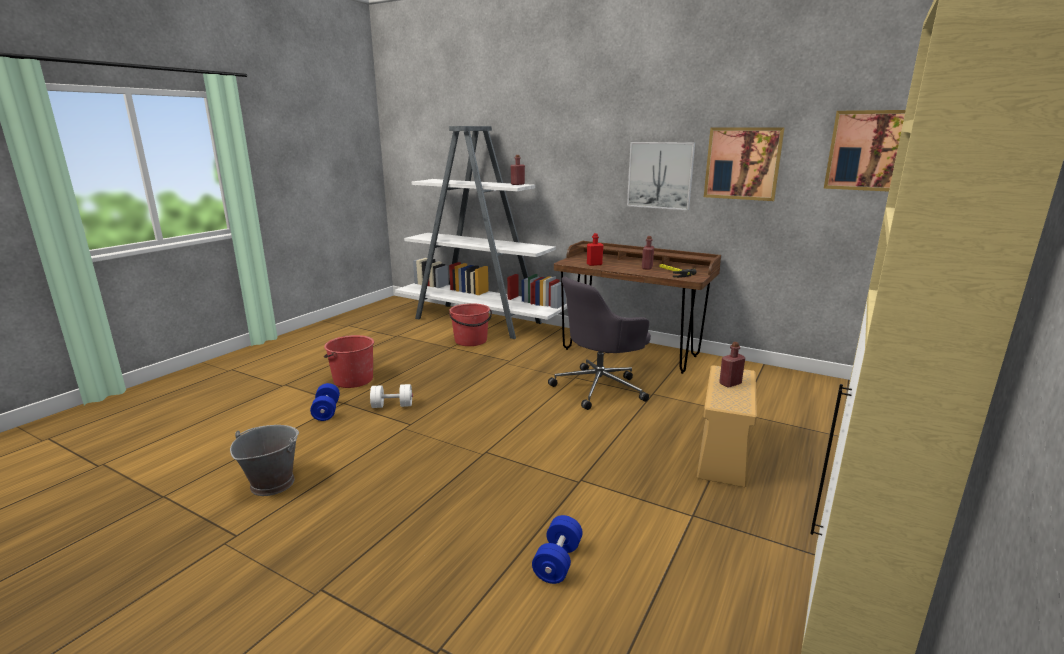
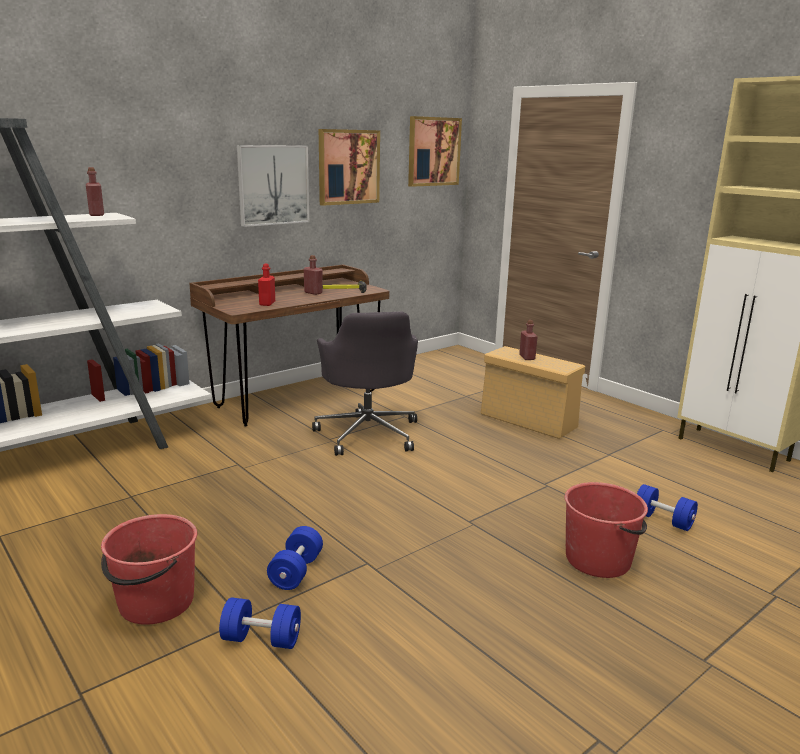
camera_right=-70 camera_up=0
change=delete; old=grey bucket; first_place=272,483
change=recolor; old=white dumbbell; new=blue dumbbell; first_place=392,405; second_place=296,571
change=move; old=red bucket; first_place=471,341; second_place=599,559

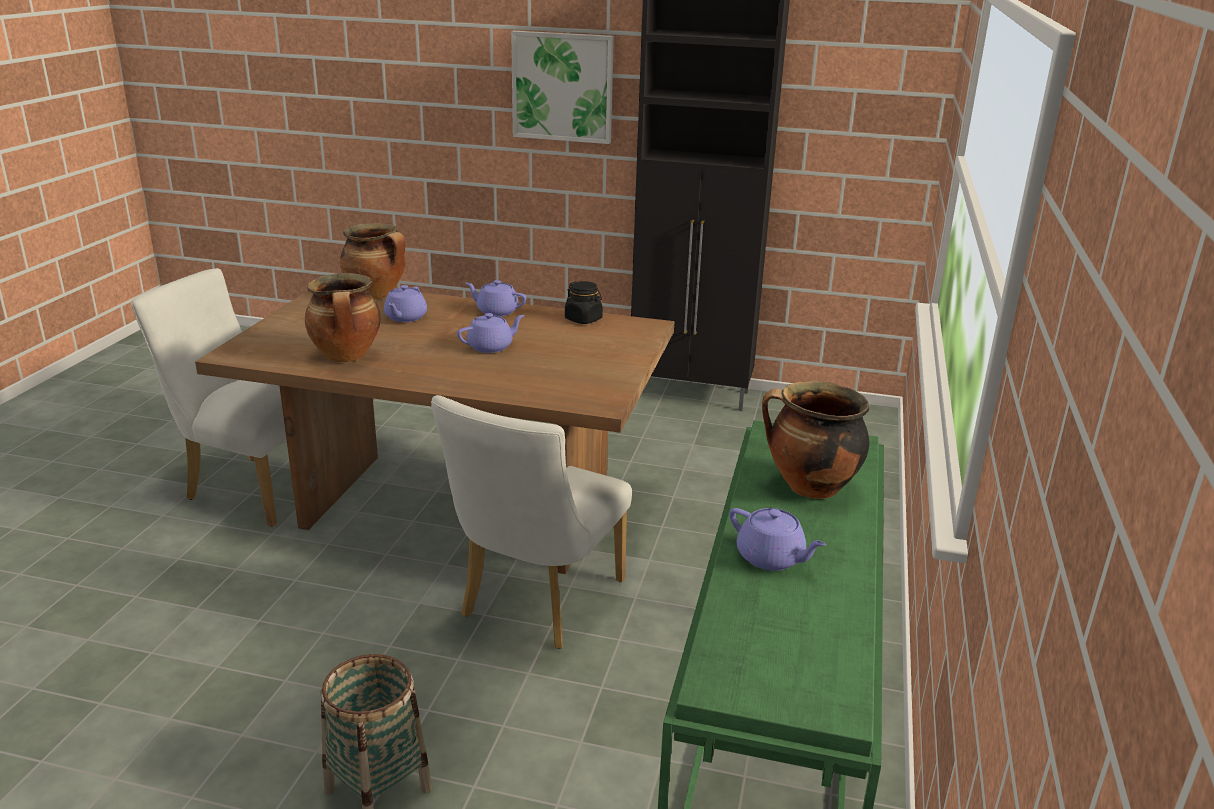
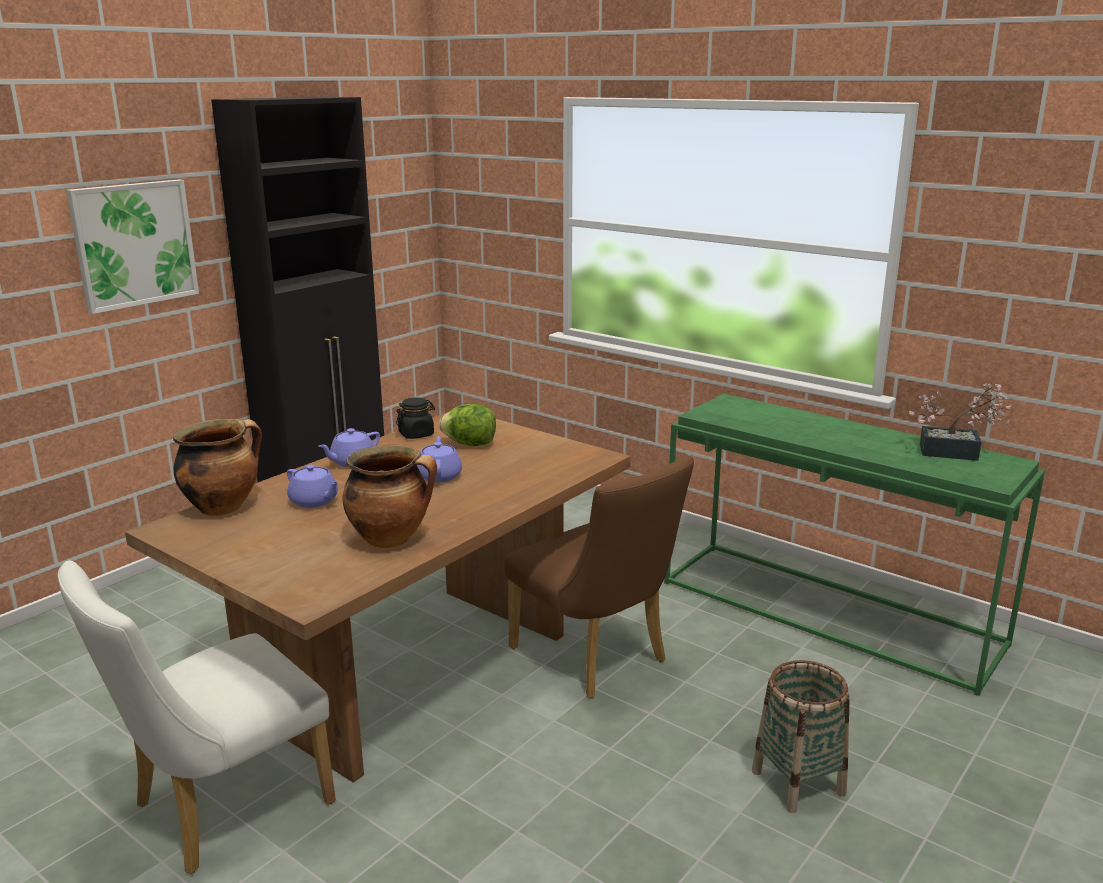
camera_right=-65 camera_up=-5
change=recolor; old=white chair; new=brown chair; first_place=536,604; second_place=596,659
change=delete; old=purple teapot; first_place=771,558
change=delete; old=cooking pot; first_place=809,488
change=insert; new=lettuce; second_place=470,444
change=insert; new=potted plant; second_place=956,453

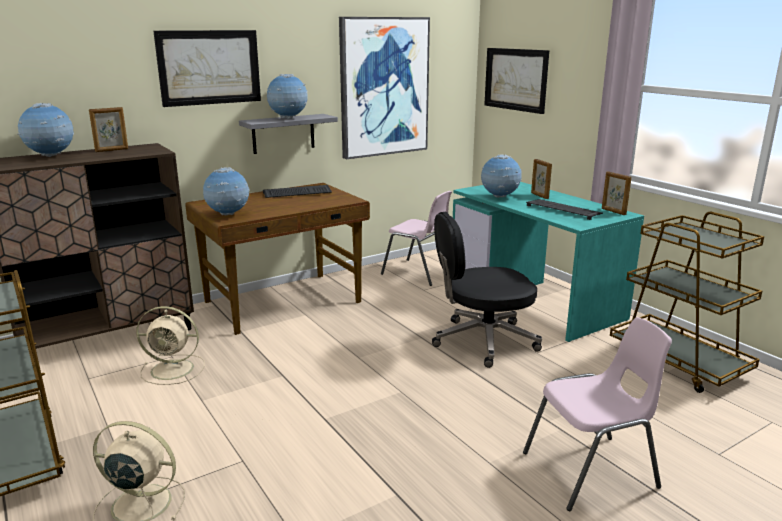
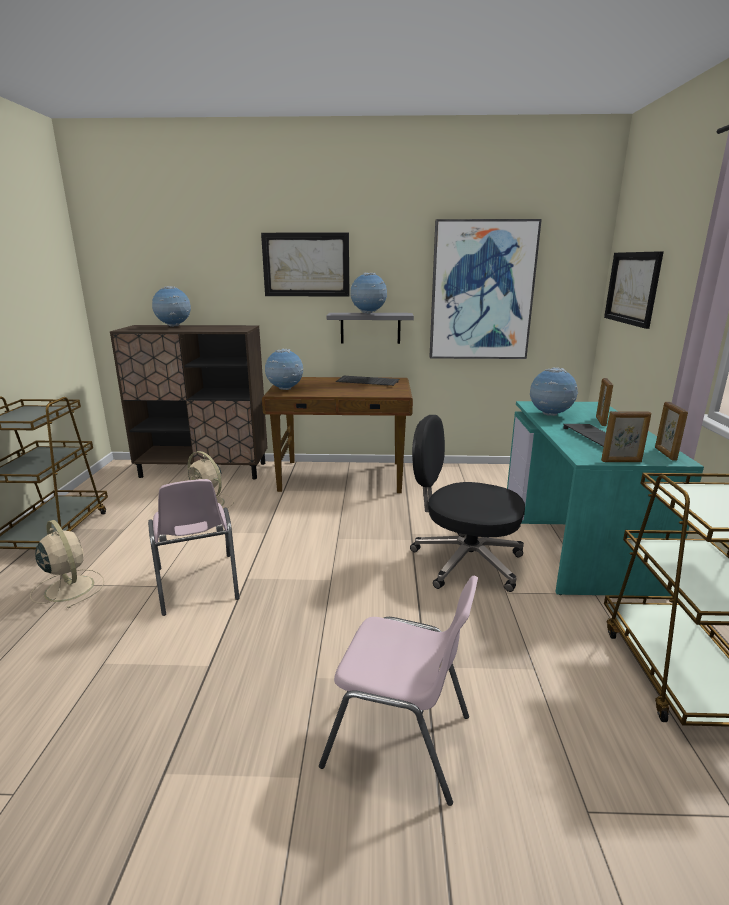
camera_right=35 camera_up=0
change=move; old=picture frame; first_place=112,150; second_place=621,461
change=move; old=pink chair; first_place=419,273; second_place=197,584

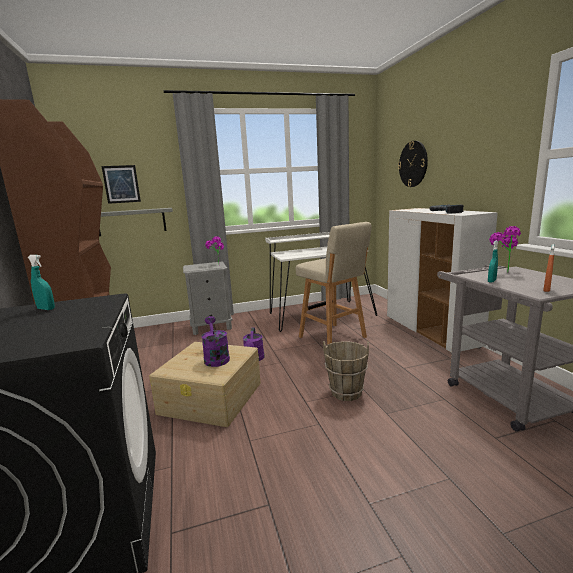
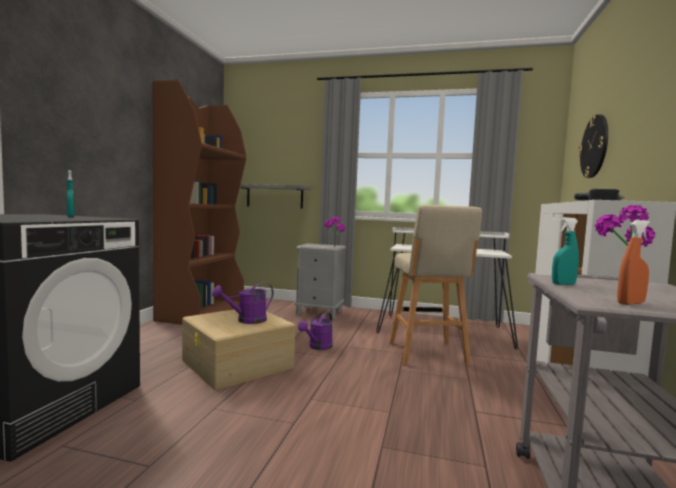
camera_right=30 camera_up=-10
change=delete; old=picture; first_place=121,184
change=rotate; old=purple watering can; first_place=216,358; second_place=246,320; degrees=-135
change=delete; old=brown bucket; first_place=346,392

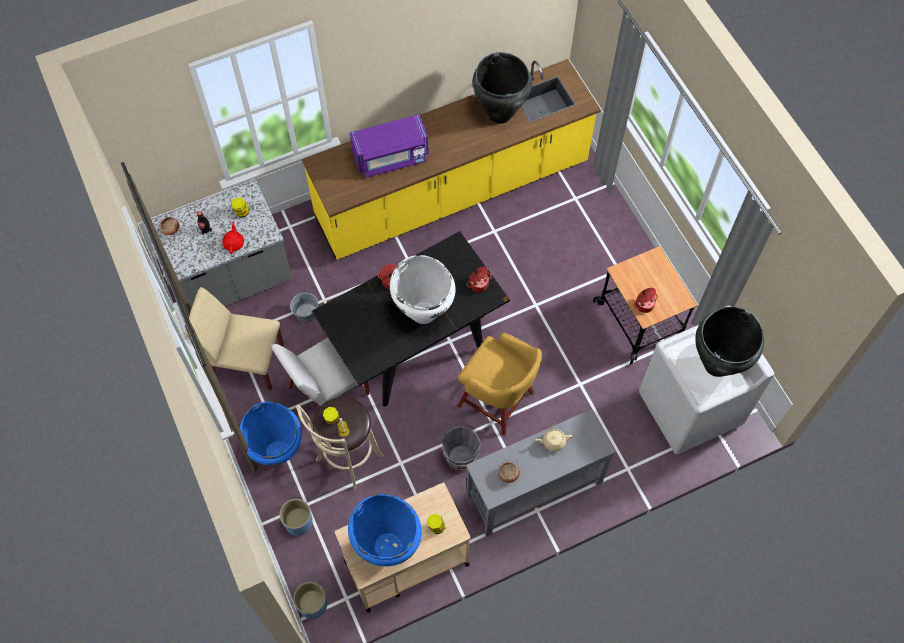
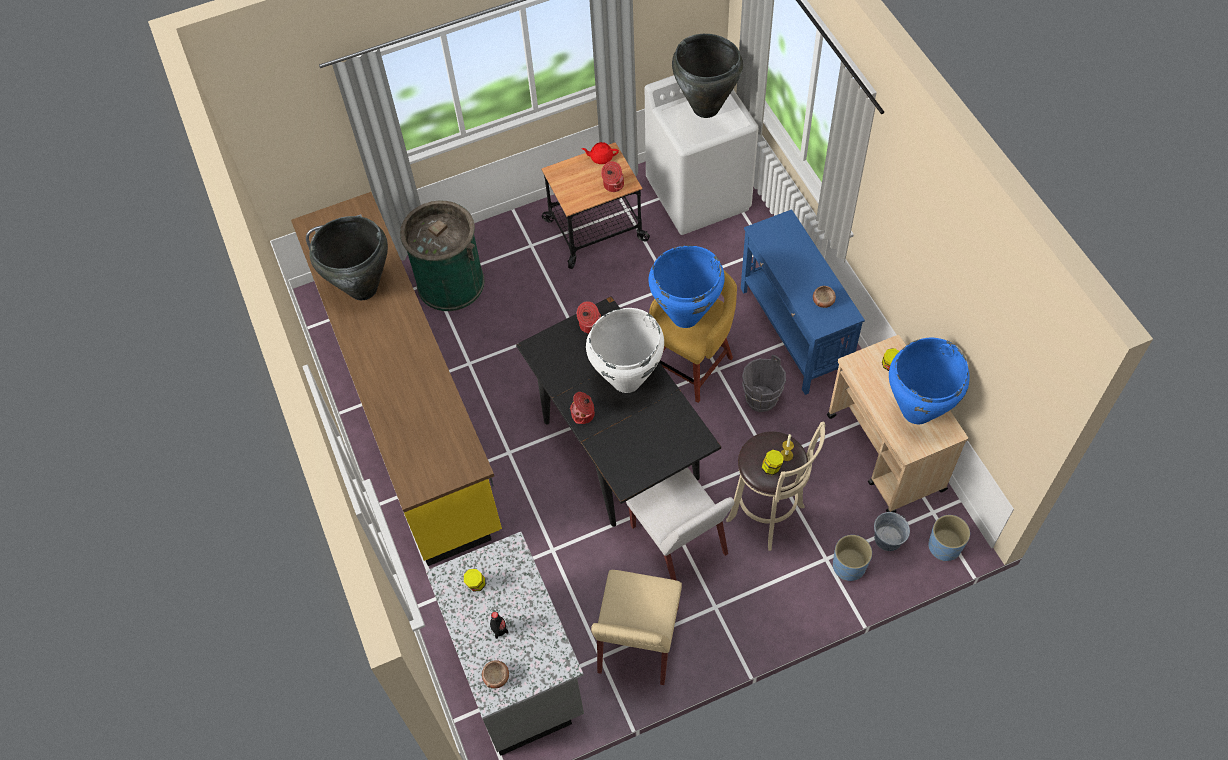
camera_right=-85 camera_up=-5
change=move; old=red teapot; first_place=234,243; second_place=601,158
change=move; old=blue vase; first_place=278,452; second_place=685,316
change=move; old=grey bucket; first_place=306,313; second_place=887,538
change=delete; old=purple microwave; first_place=391,157
change=recolor; old=grey console table; new=blue console table; first_place=533,489; second_place=793,332
change=delete; old=beige teapot; first_place=553,442
change=insert; new=green trash can; second_place=450,283

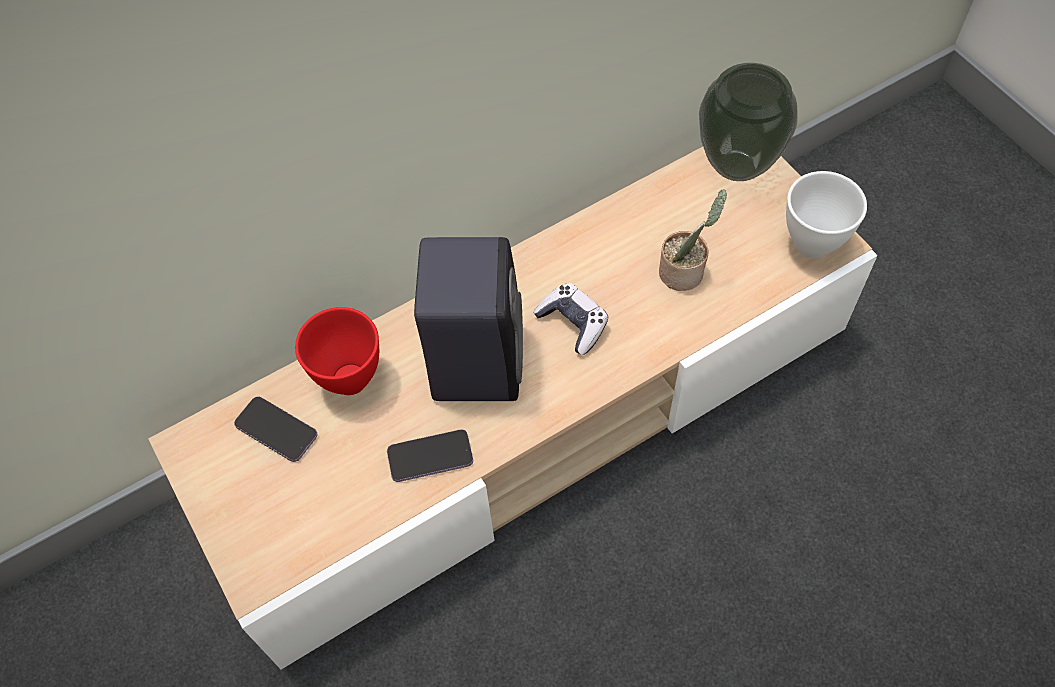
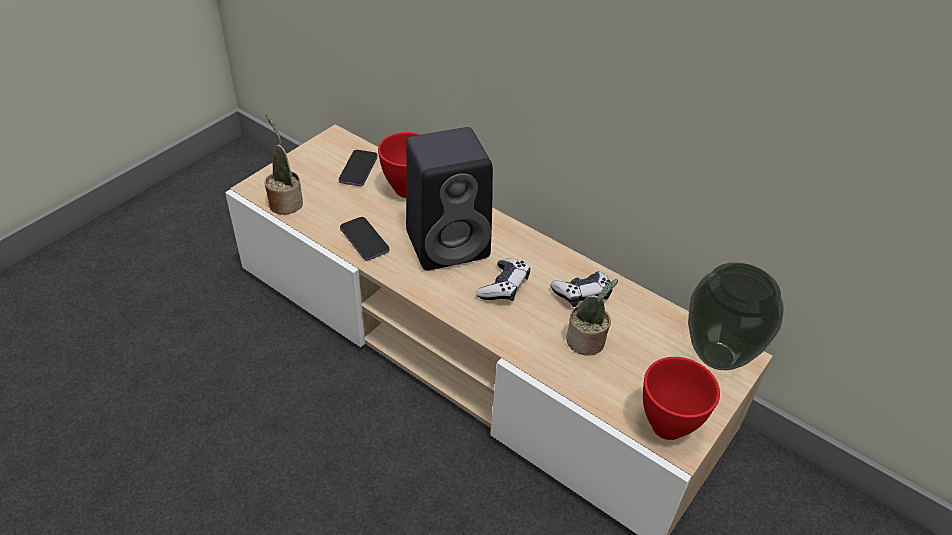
camera_right=65 camera_up=-15
change=recolor; old=white bowl; new=red bowl; first_place=814,244; second_place=668,428
change=insert; new=potted plant; second_place=285,202
change=insert; new=game controller; second_place=582,294

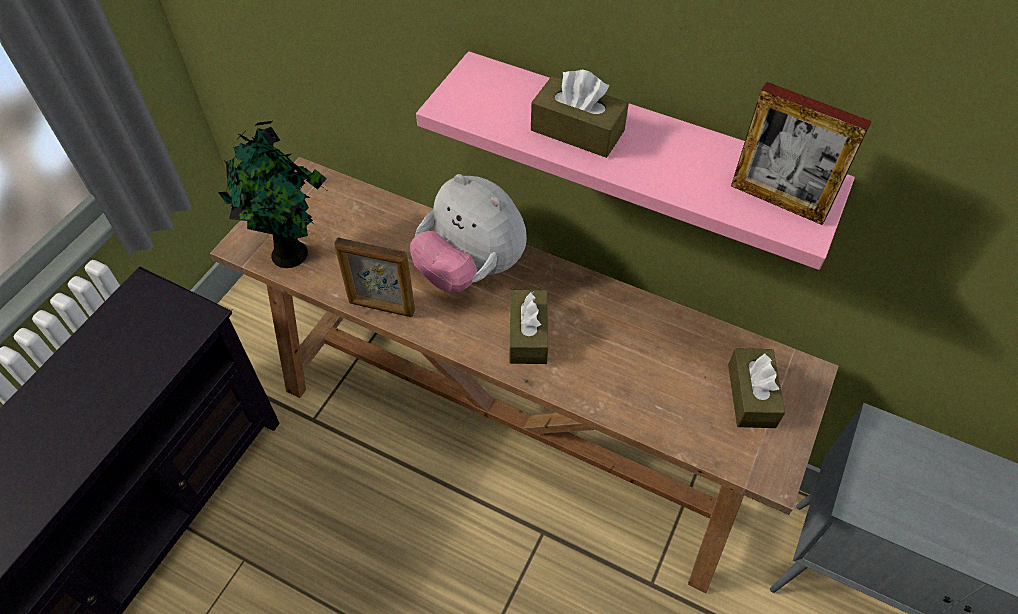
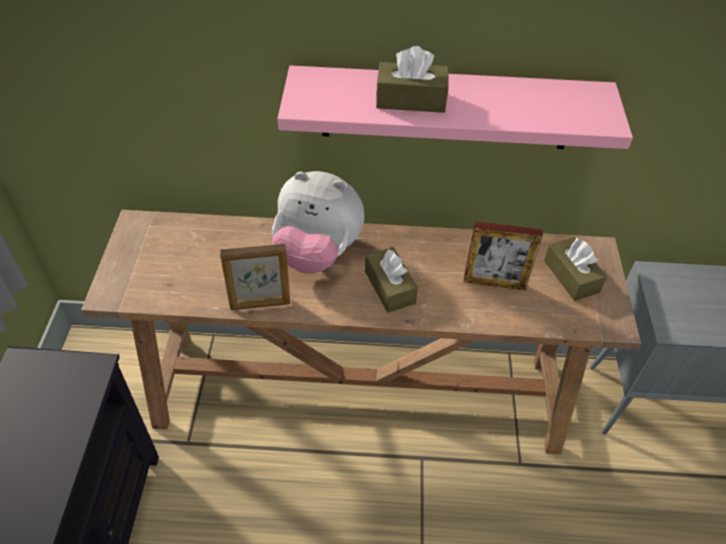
camera_right=-25 camera_up=-5
change=delete; old=potted plant; first_place=293,254
change=move; old=picture frame; first_place=778,201; second_place=494,283

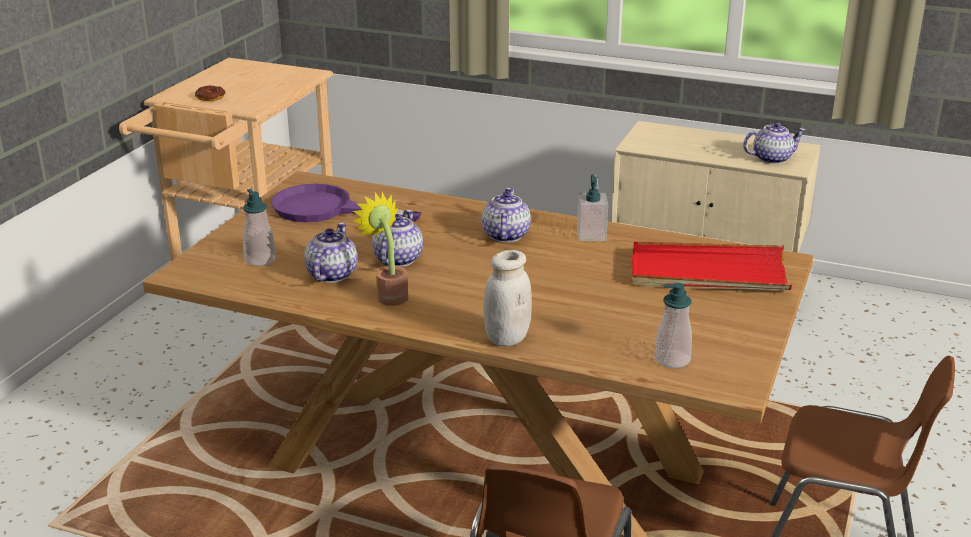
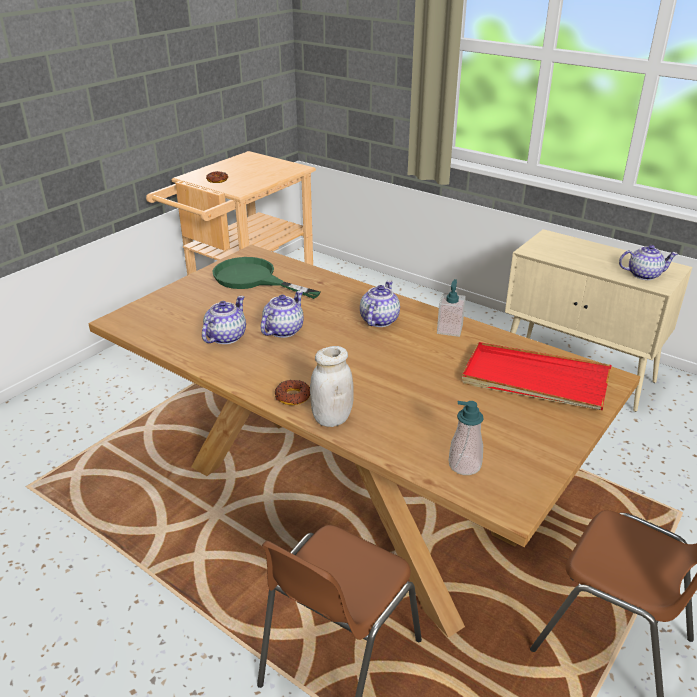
camera_right=15 camera_up=5
change=delete; old=soap dispenser; first_place=260,260
change=recolor; old=purple frying pan; new=green frying pan; first_place=326,209; second_place=253,279
change=delete; old=potted plant; first_place=389,295
change=insert; new=donut; second_place=293,396

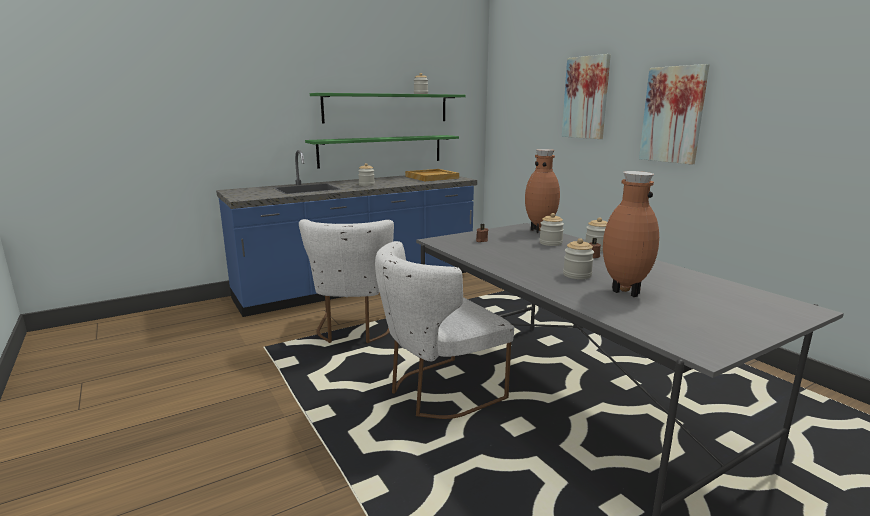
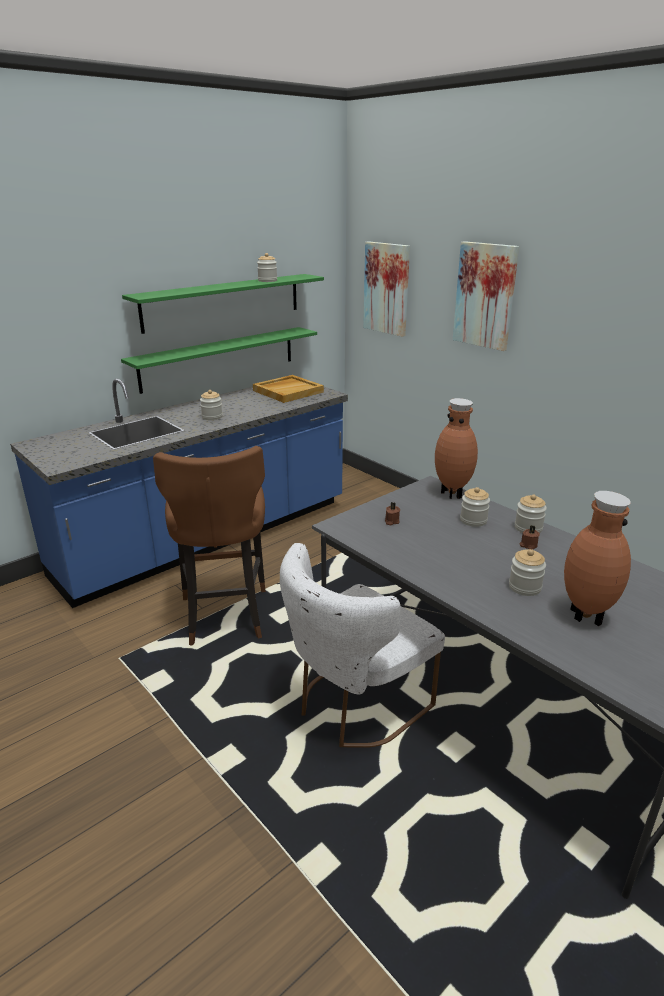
camera_right=-10 camera_up=10
change=replace; old=white chair; new=brown stool; first_place=354,329; second_place=224,615
change=move; old=picture; first_place=673,115; second_place=387,288

